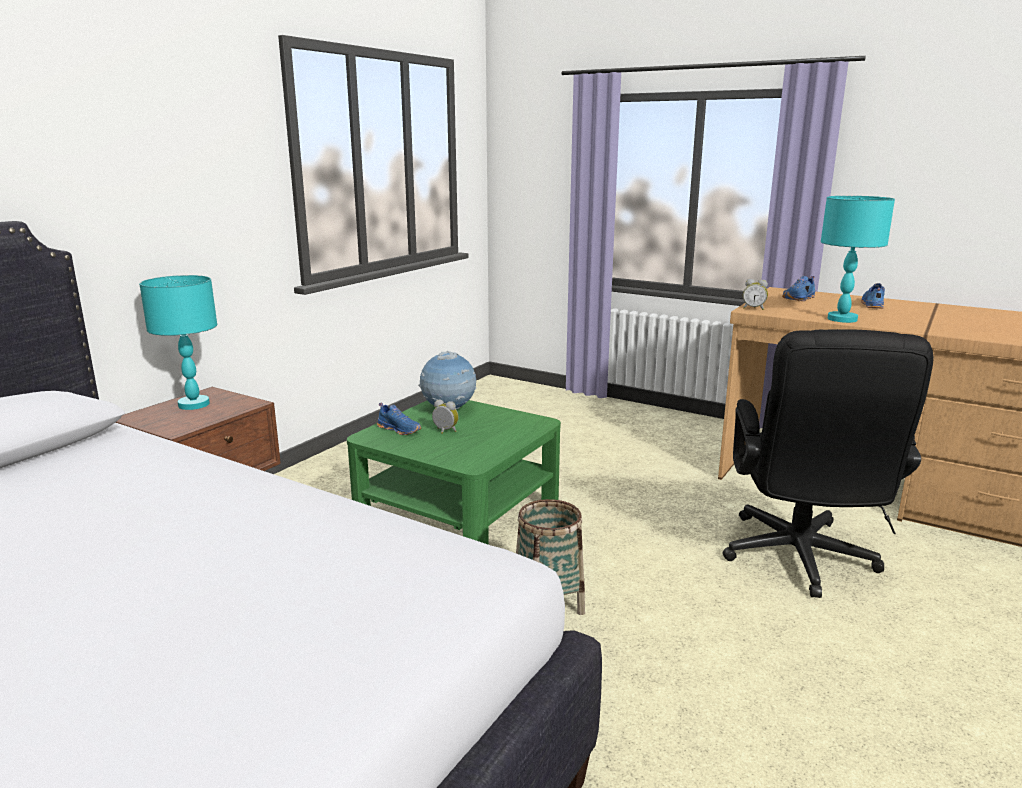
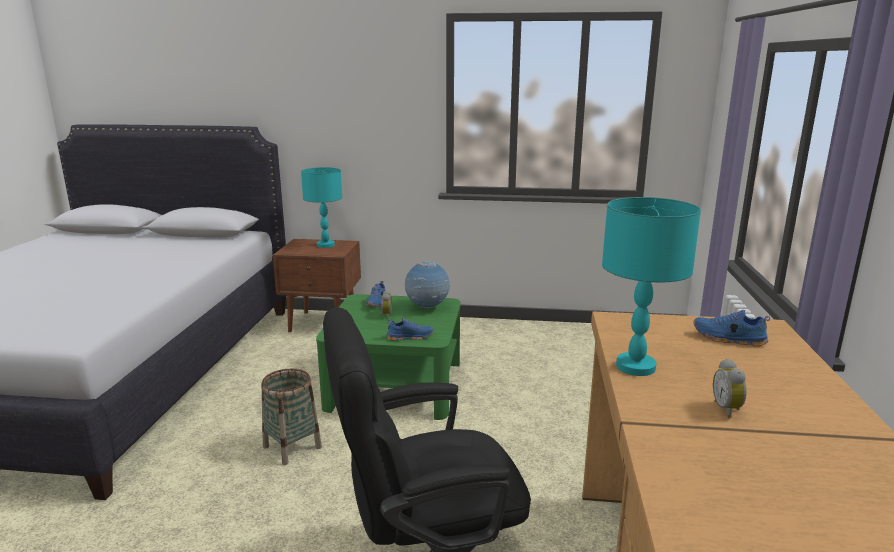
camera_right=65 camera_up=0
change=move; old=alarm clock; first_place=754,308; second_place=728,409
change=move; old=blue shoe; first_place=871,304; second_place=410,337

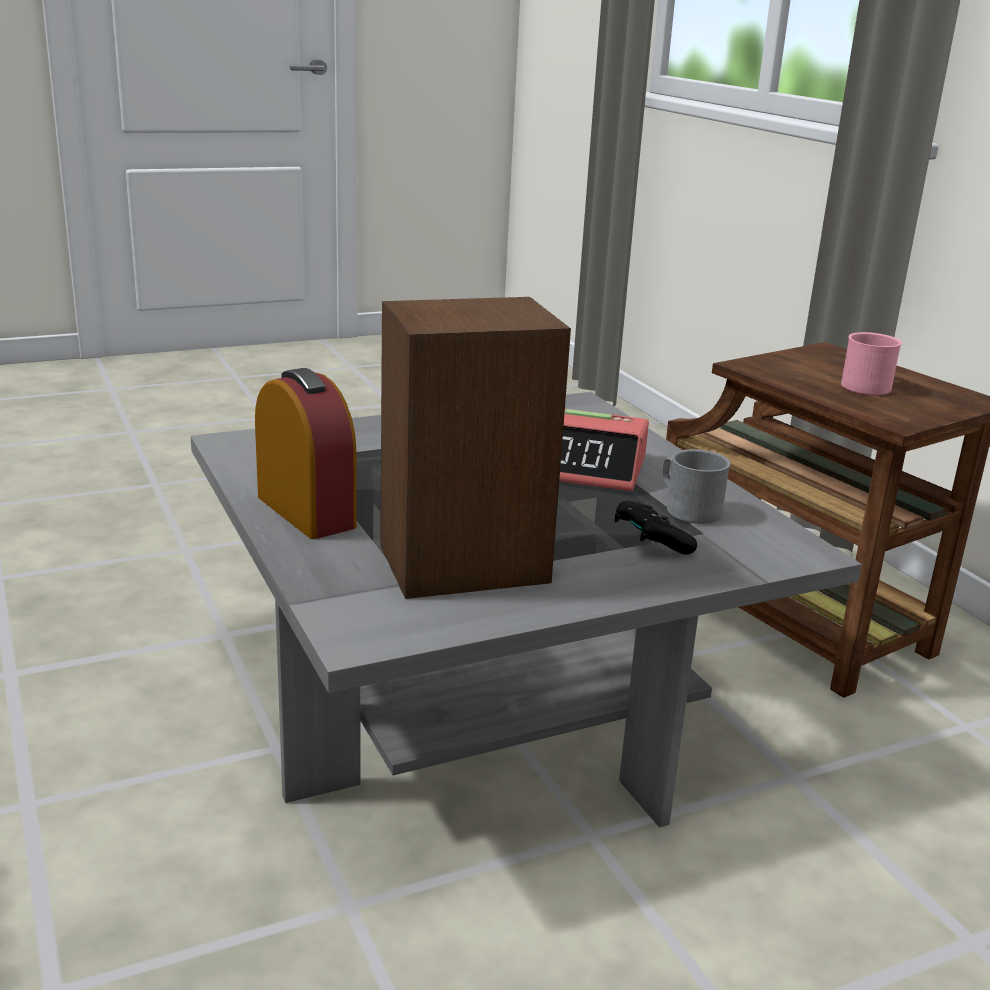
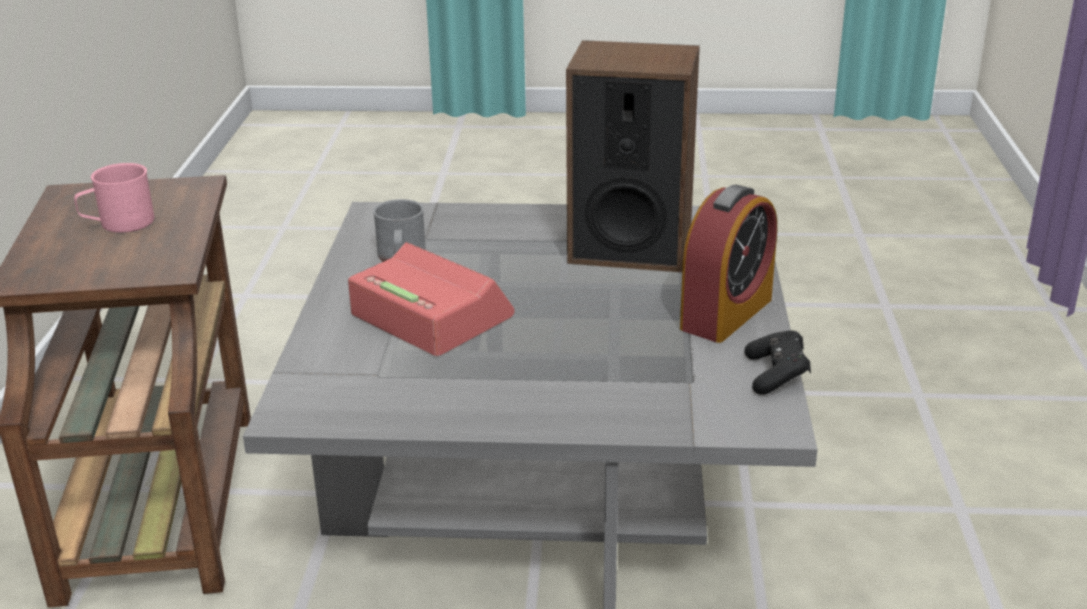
camera_right=-150 camera_up=5
change=rotate; old=alarm clock; first_place=306,511; second_place=726,314; degrees=-135
change=move; old=black game controller; first_place=650,542; second_place=776,375

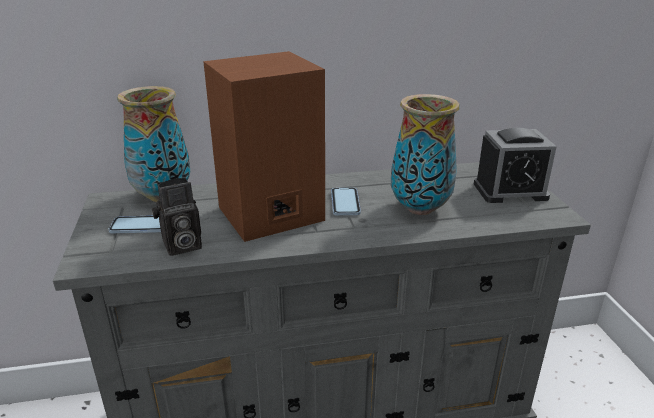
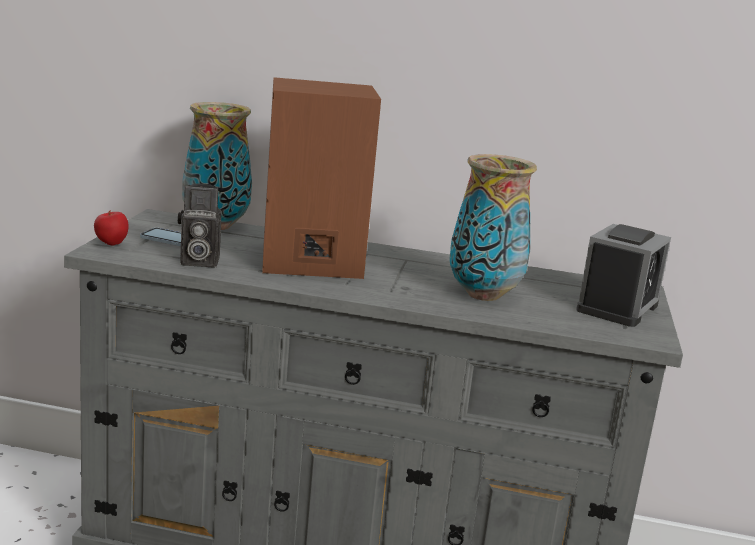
camera_right=20 camera_up=-10
change=delete; old=phone; first_place=345,203
change=rotate; old=alarm clock; first_place=510,191; second_place=617,308; degrees=-75
change=insert; new=apple; second_place=111,244

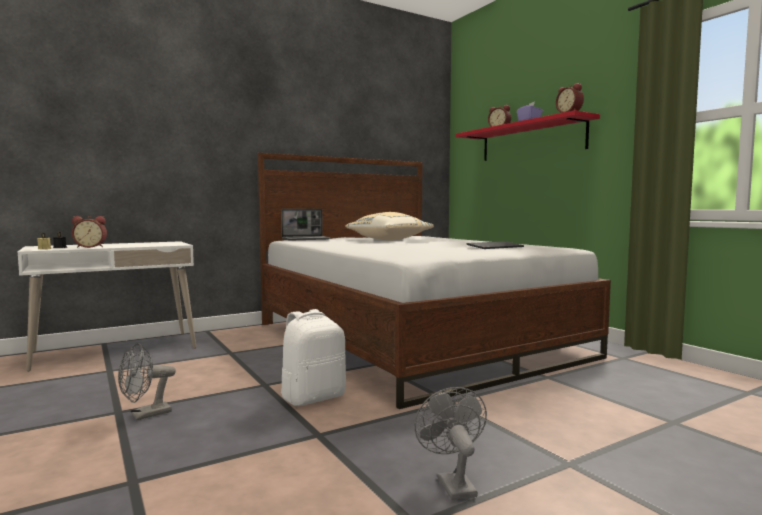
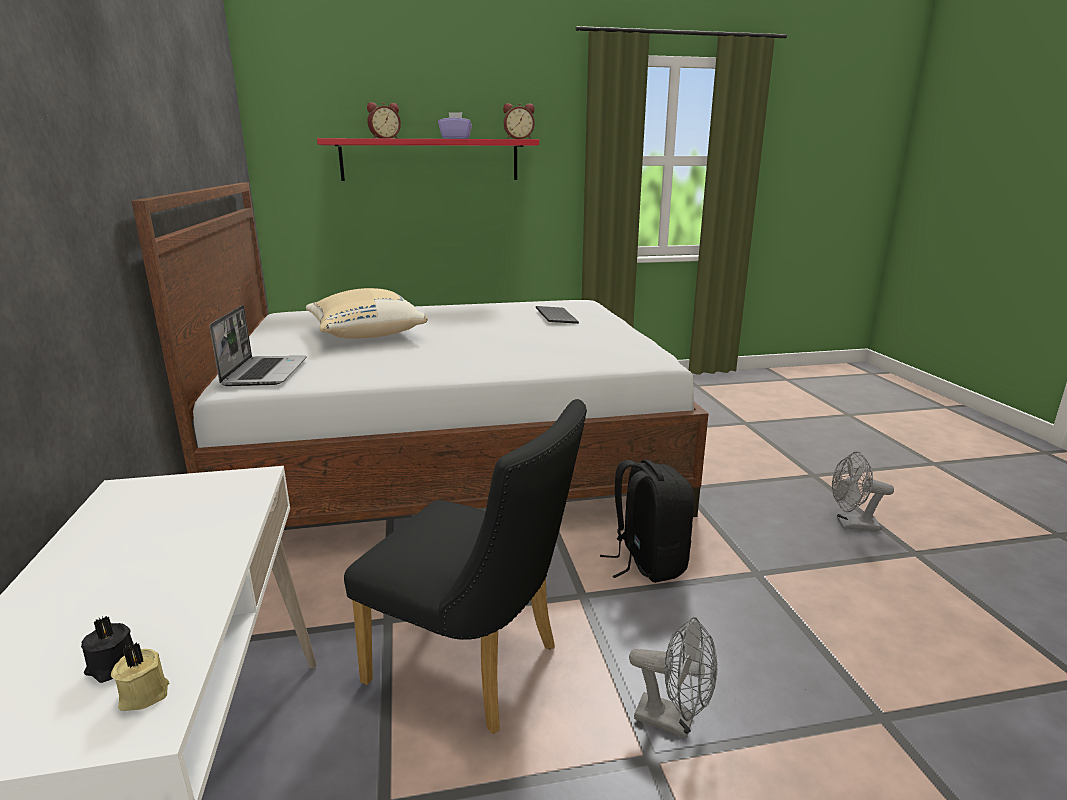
camera_right=-70 camera_up=15
change=delete; old=alarm clock; first_place=91,247
change=rotate; old=grey fan; first_place=145,415; second_place=673,721; degrees=-45
change=recolor; old=white backpack; new=black backpack; first_place=313,397; second_place=647,562
change=insert; new=black chair; second_place=476,668

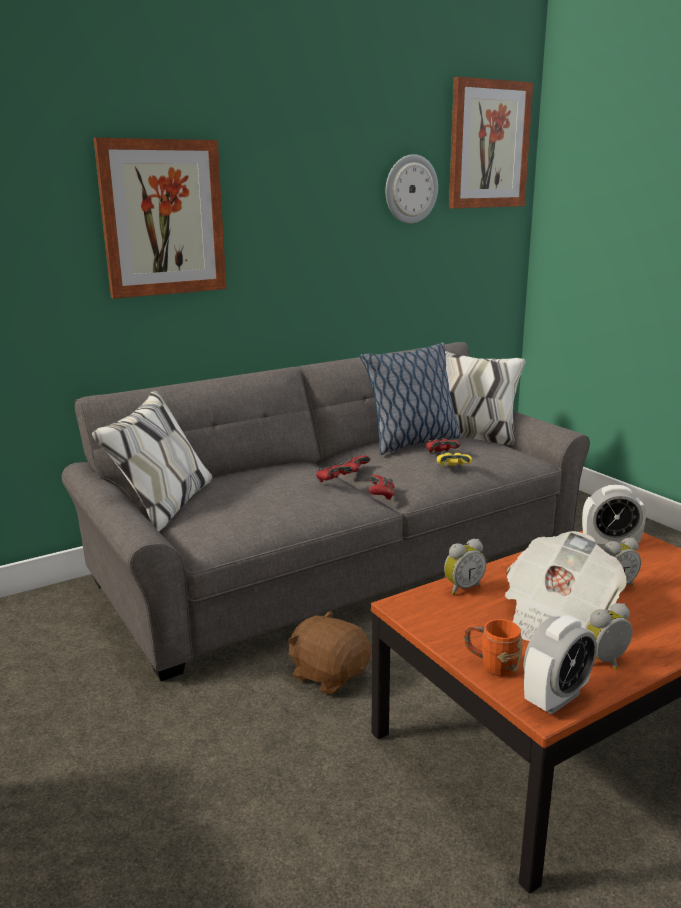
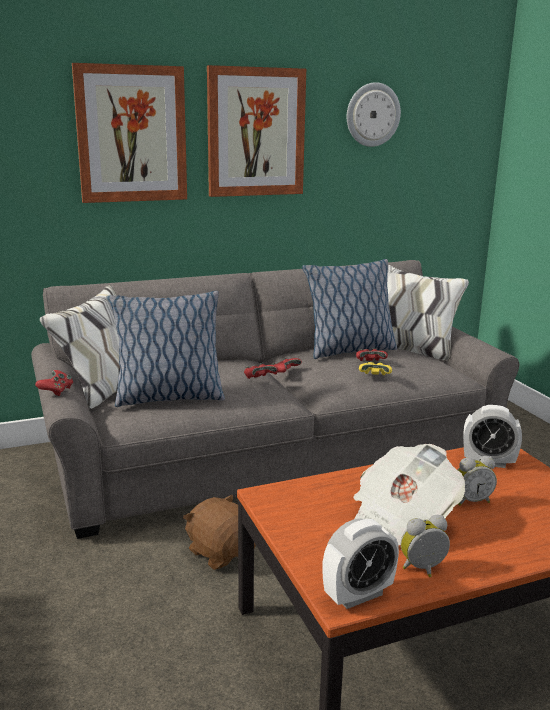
camera_right=10 camera_up=0
change=move; old=red game controller; first_place=381,495; second_place=56,391
change=delete; old=alarm clock; first_place=462,588
change=move; old=picture; first_place=488,145; second_place=256,132
change=delete; old=orange mug; first_place=491,665
change=insert; new=pillow; second_place=168,398

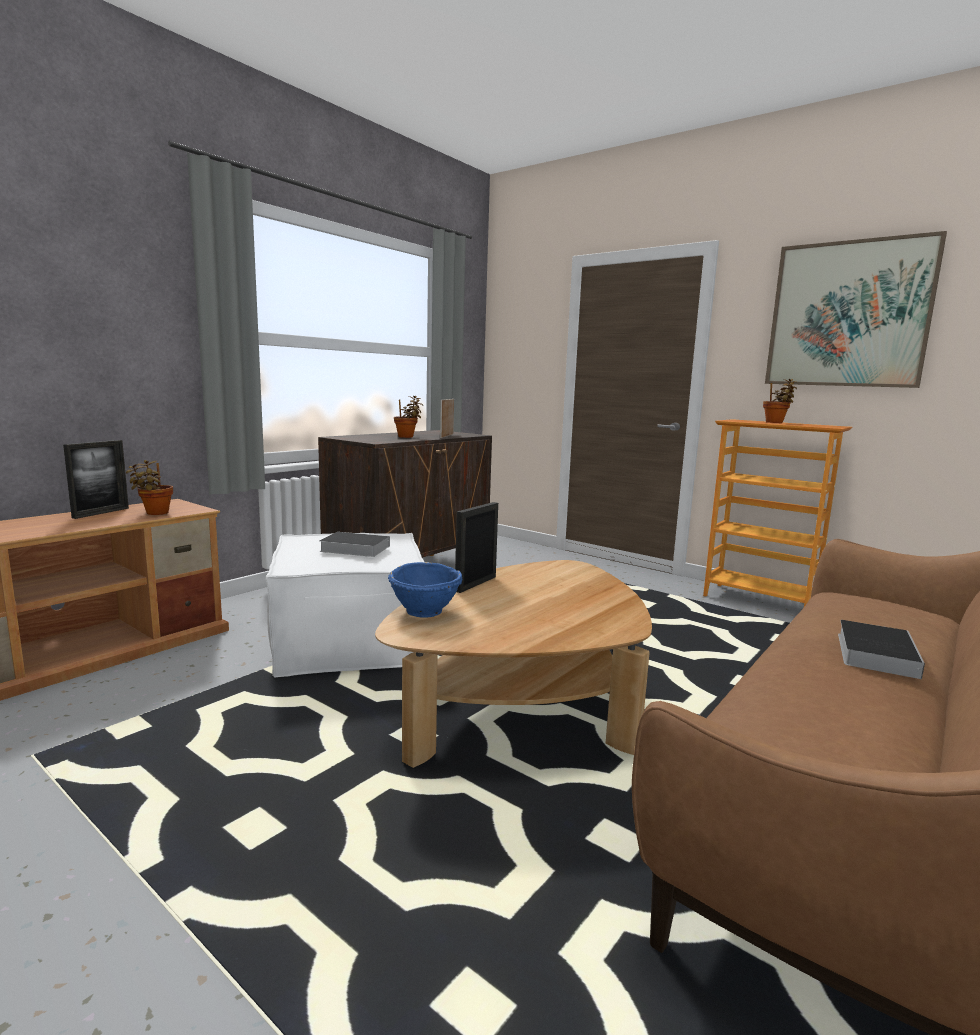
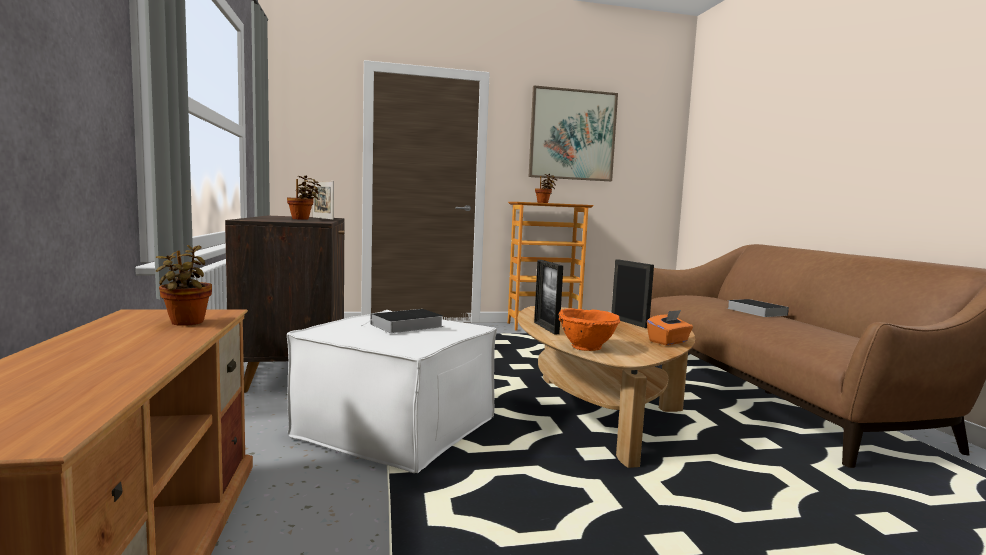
camera_right=-50 camera_up=-5
change=move; old=picture frame; first_place=101,513; second_place=629,322
change=recolor; old=blue bowl; new=orange bowl; first_place=425,612; second_place=587,347
change=insert; new=orange tissue box; second_place=668,342

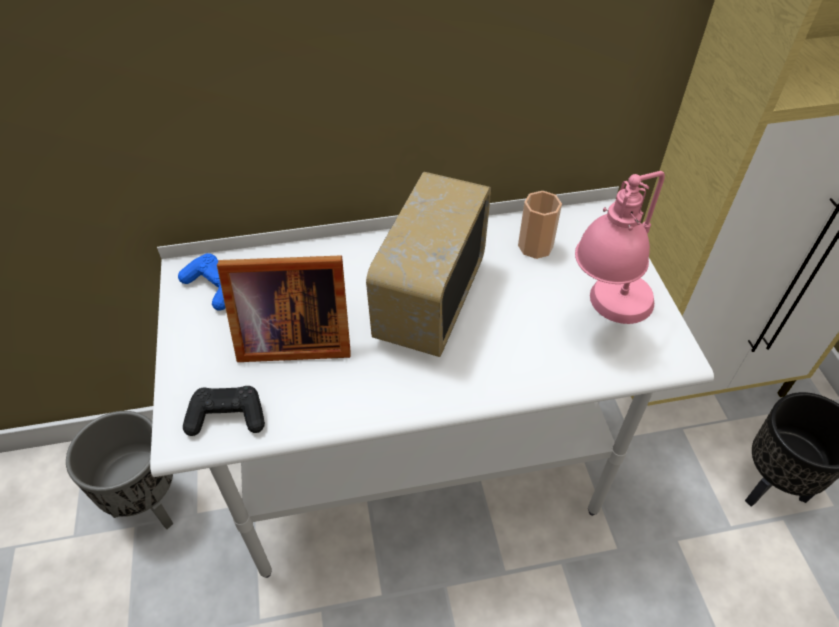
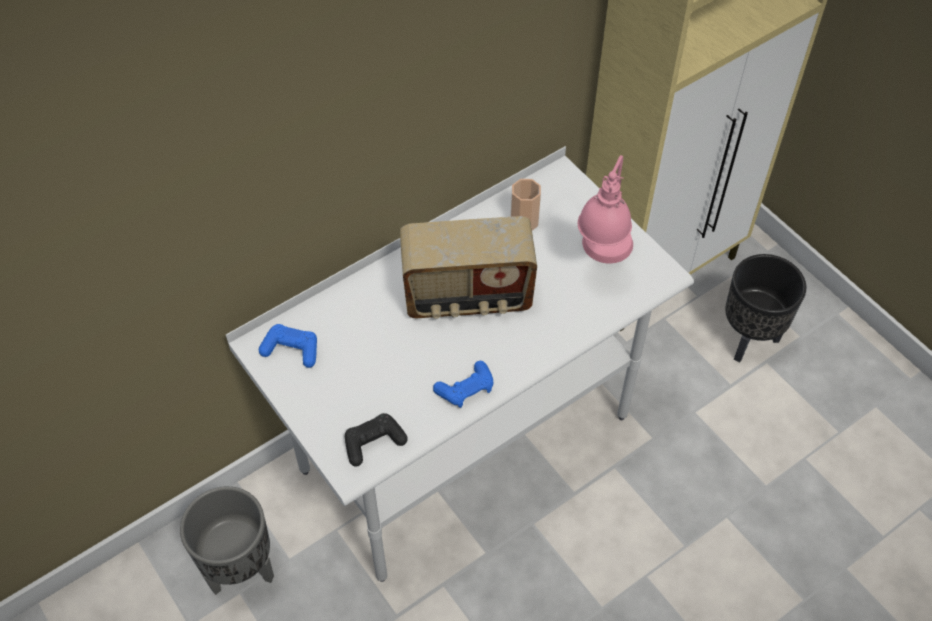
camera_right=-25 camera_up=5
change=delete; old=picture frame; first_place=290,338
change=rotate; old=radio; first_place=429,300; second_place=467,297; degrees=-90
change=insert; new=blue game controller; second_place=466,389

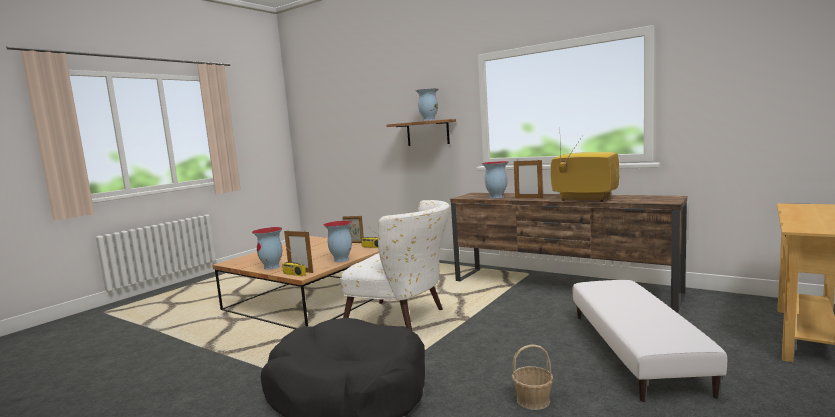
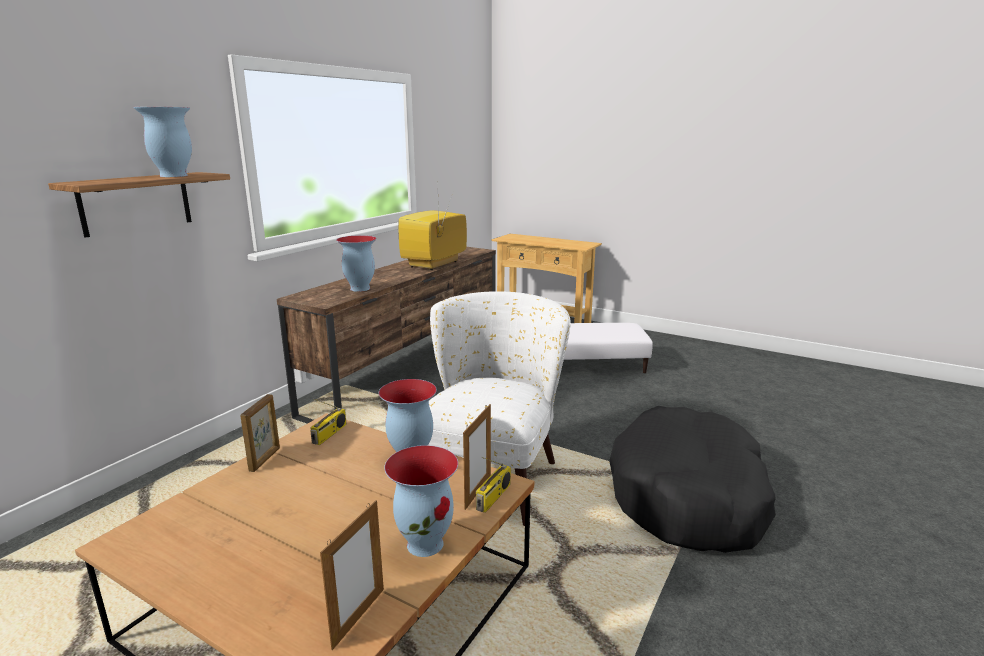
camera_right=-95 camera_up=10
change=delete; old=basket; first_place=533,400
change=move; old=picture frame; first_place=528,198; second_place=358,617

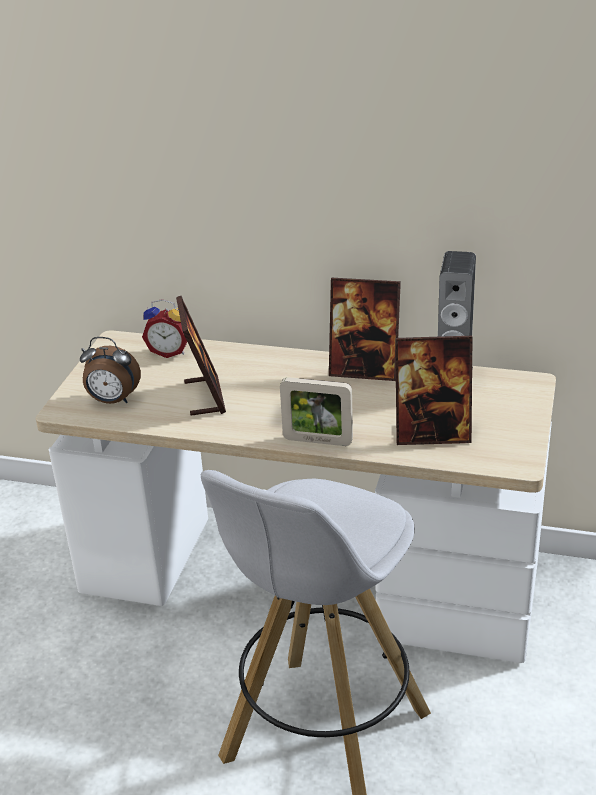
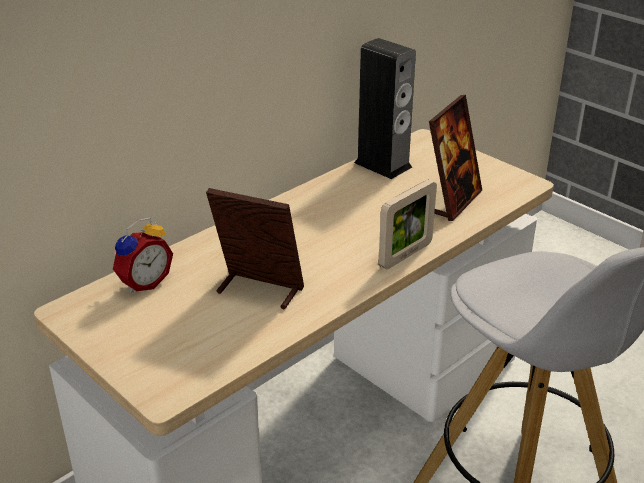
camera_right=-60 camera_up=0
change=delete; old=alarm clock; first_place=113,401
change=delete; old=picture frame; first_place=364,370

